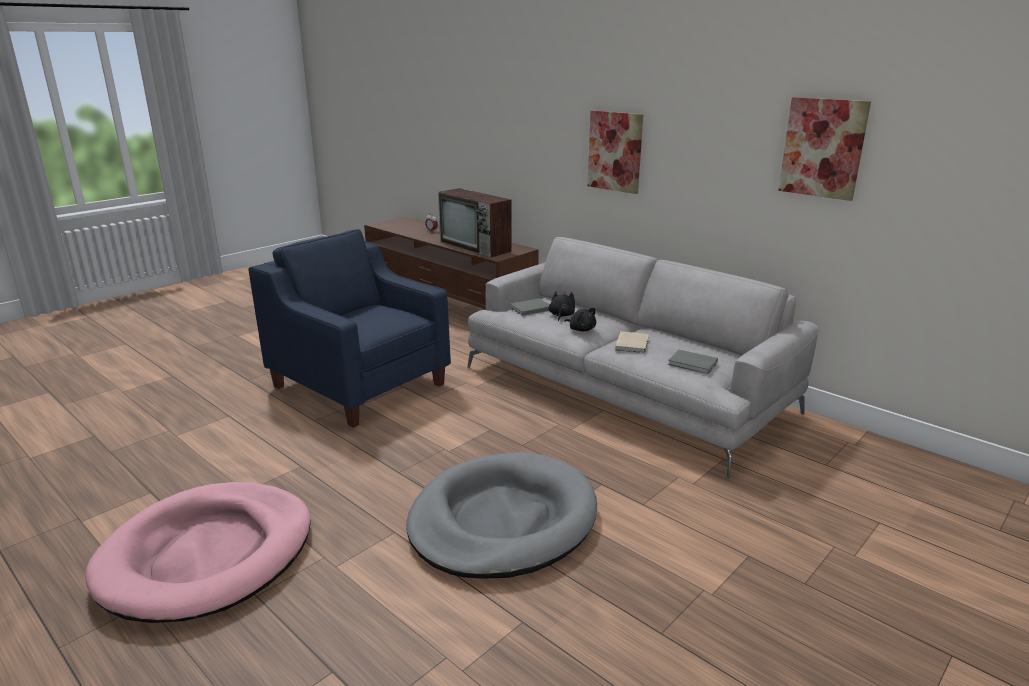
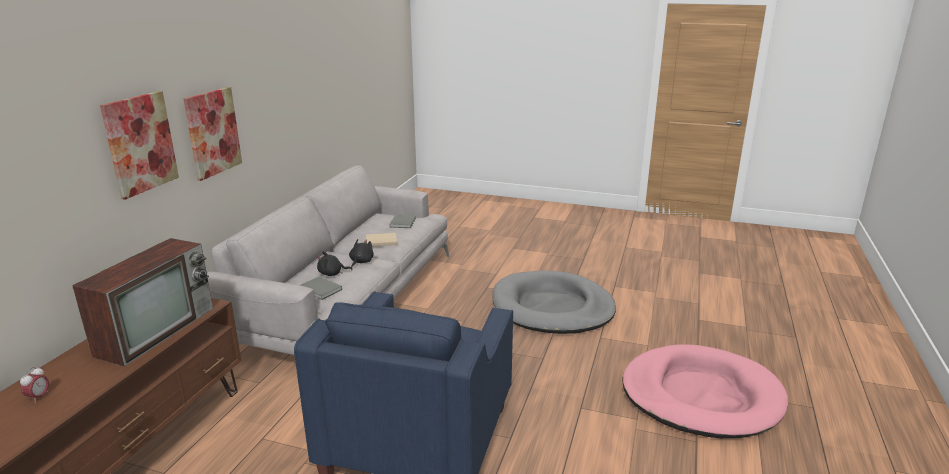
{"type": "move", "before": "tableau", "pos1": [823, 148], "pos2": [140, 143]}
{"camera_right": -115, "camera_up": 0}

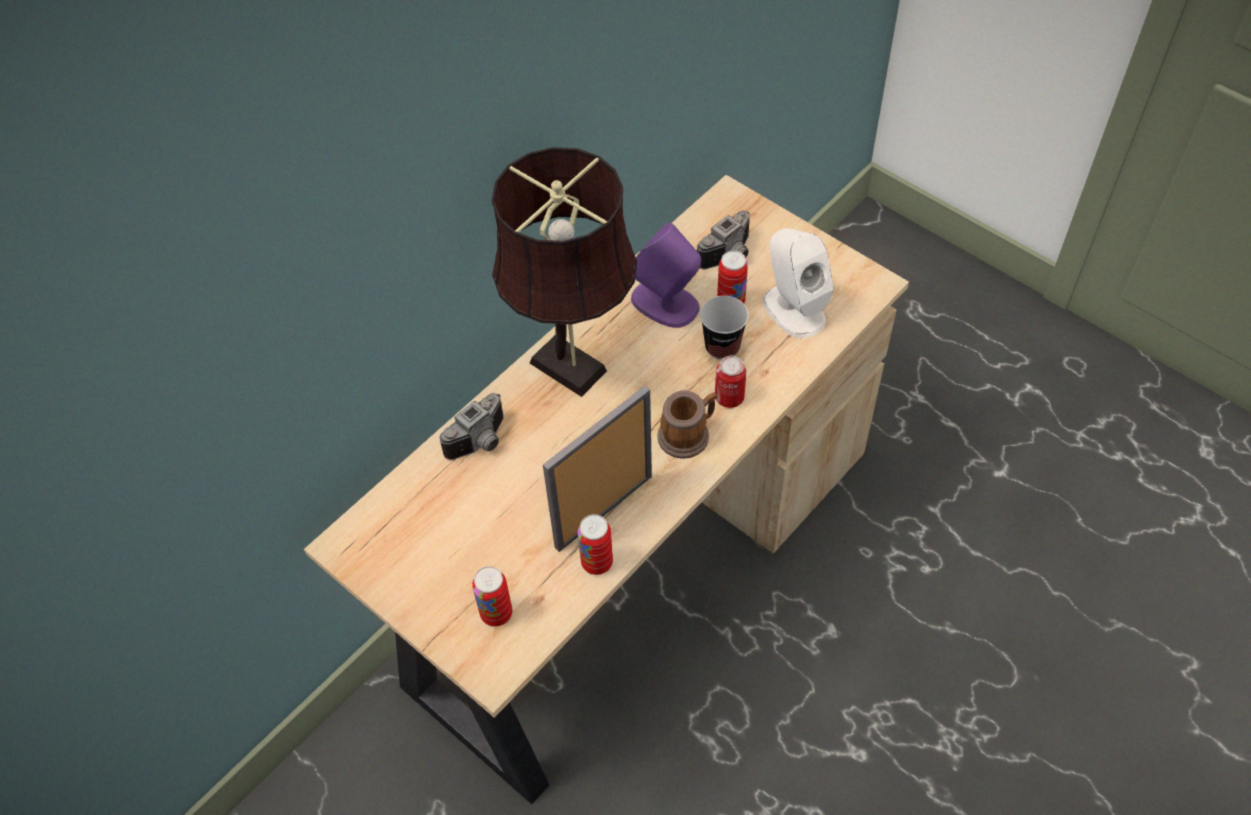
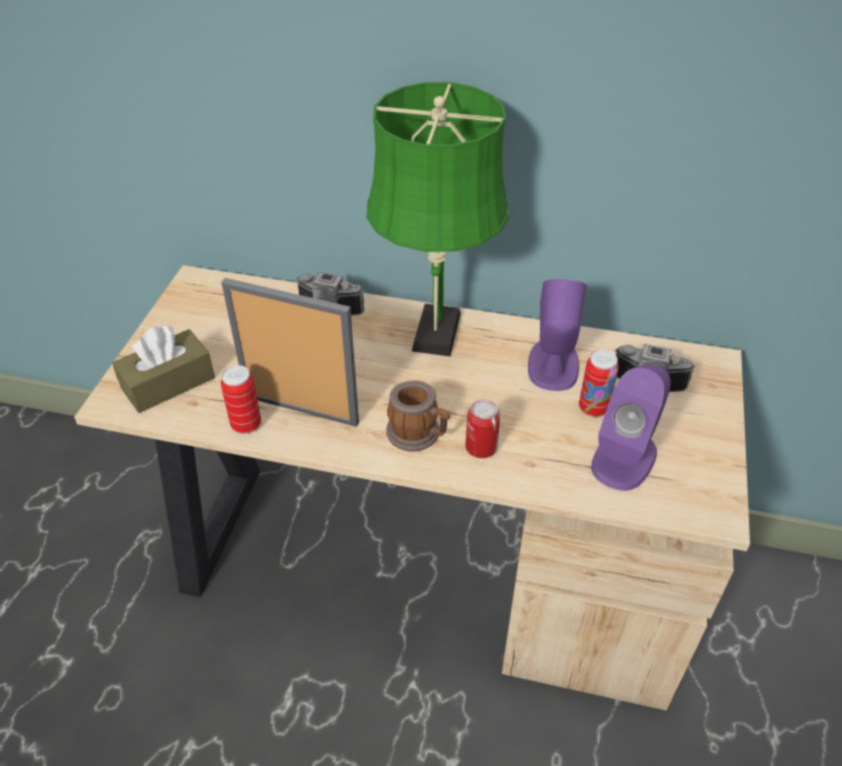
{"type": "replace", "before": "boîte métallique", "after": "boîte à mouchoirs (marron)", "pos1": [496, 613], "pos2": [168, 383]}
{"type": "recolor", "before": "lampe de table (marron)", "after": "lampe de table (vert)", "pos1": [574, 371], "pos2": [435, 337]}
{"type": "delete", "before": "tasse", "pos1": [722, 347]}
{"type": "recolor", "before": "enceinte (blanc)", "after": "enceinte (violet)", "pos1": [793, 309], "pos2": [624, 458]}
{"camera_right": 60, "camera_up": -10}

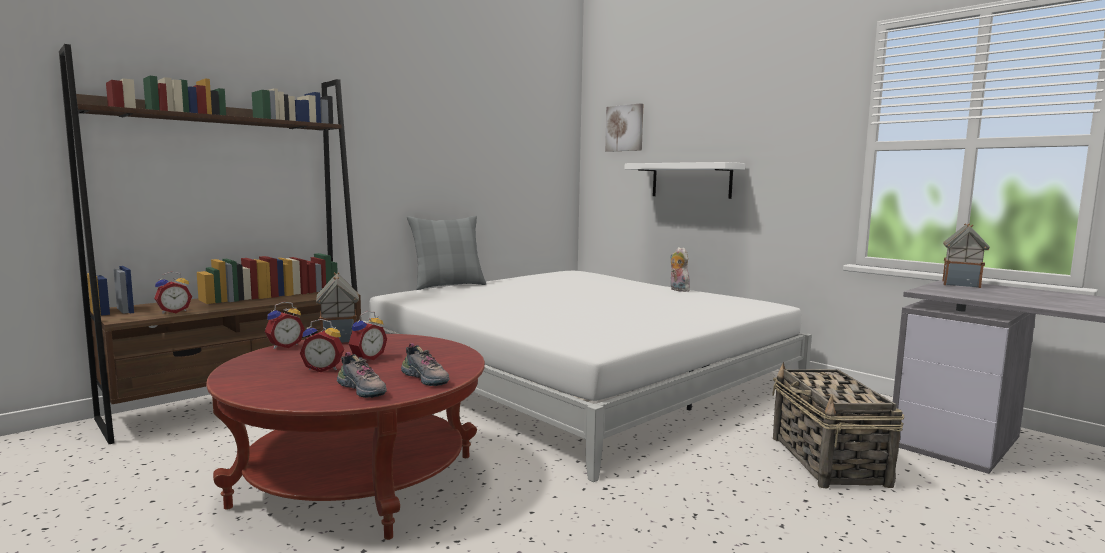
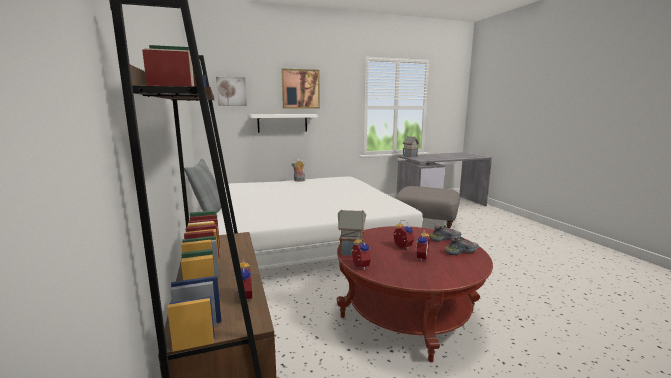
{"type": "replace", "before": "panier", "after": "pouf (gris)", "pos1": [828, 461], "pos2": [426, 224]}
{"type": "insert", "after": "tableau", "pos2": [300, 89]}
{"camera_right": -65, "camera_up": 5}

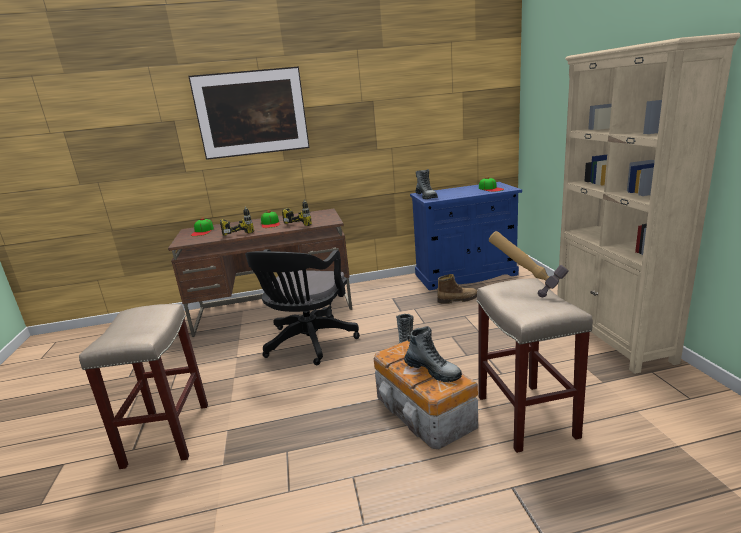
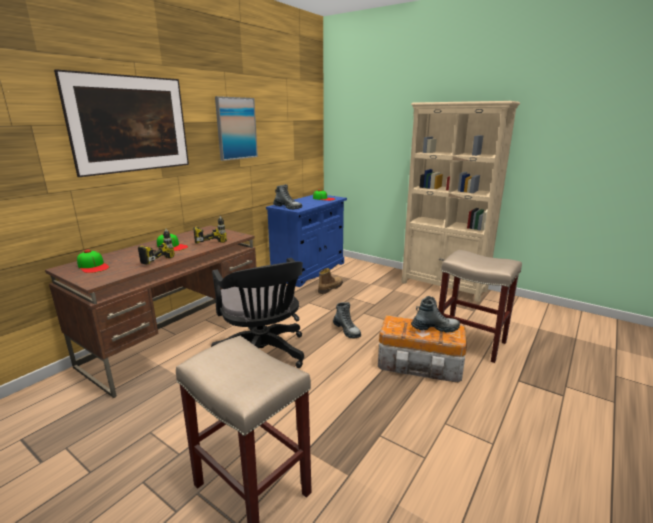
{"type": "delete", "before": "marteau", "pos1": [526, 289]}
{"type": "insert", "after": "tableau", "pos2": [236, 128]}
{"camera_right": -45, "camera_up": 0}

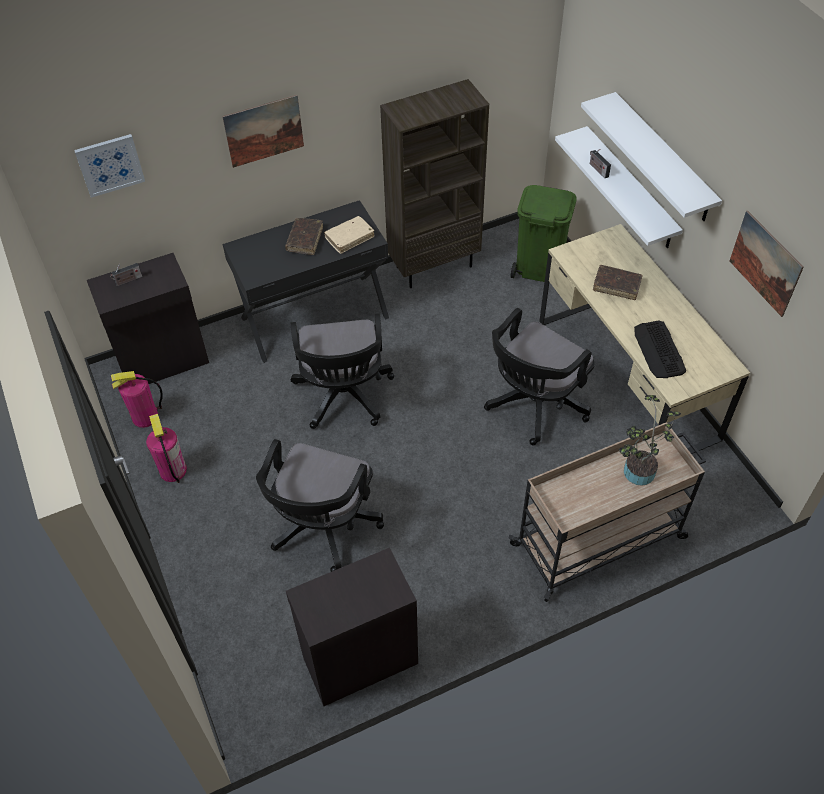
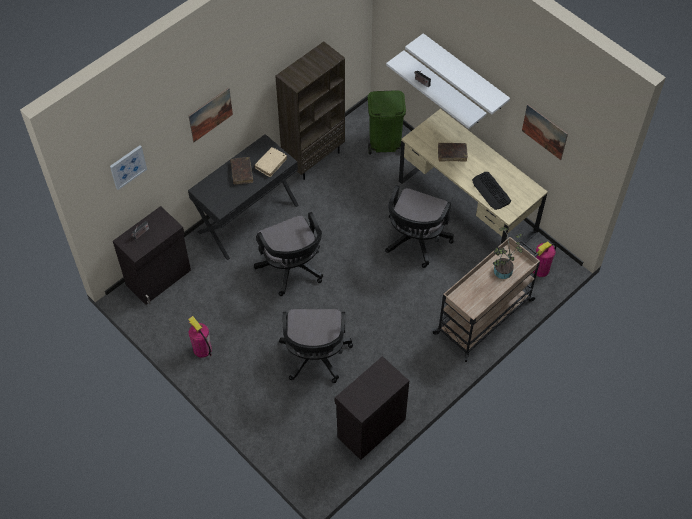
{"type": "move", "before": "extincteur", "pos1": [145, 417], "pos2": [540, 269]}
{"camera_right": -20, "camera_up": 5}

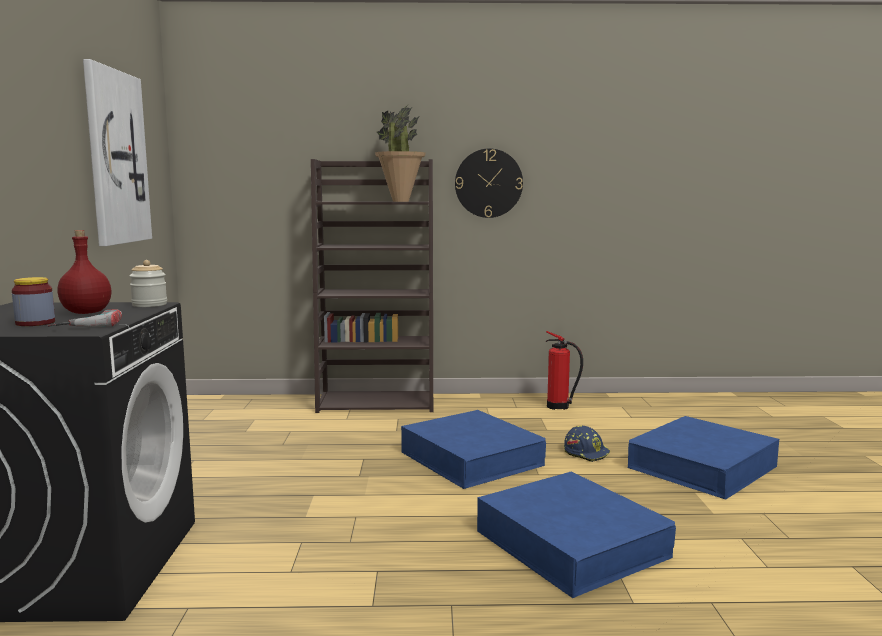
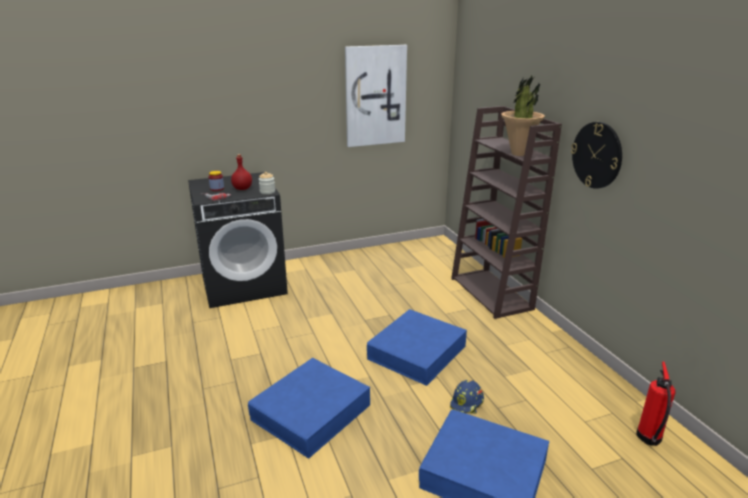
{"type": "move", "before": "extincteur", "pos1": [559, 407], "pos2": [648, 438]}
{"camera_right": 70, "camera_up": 15}

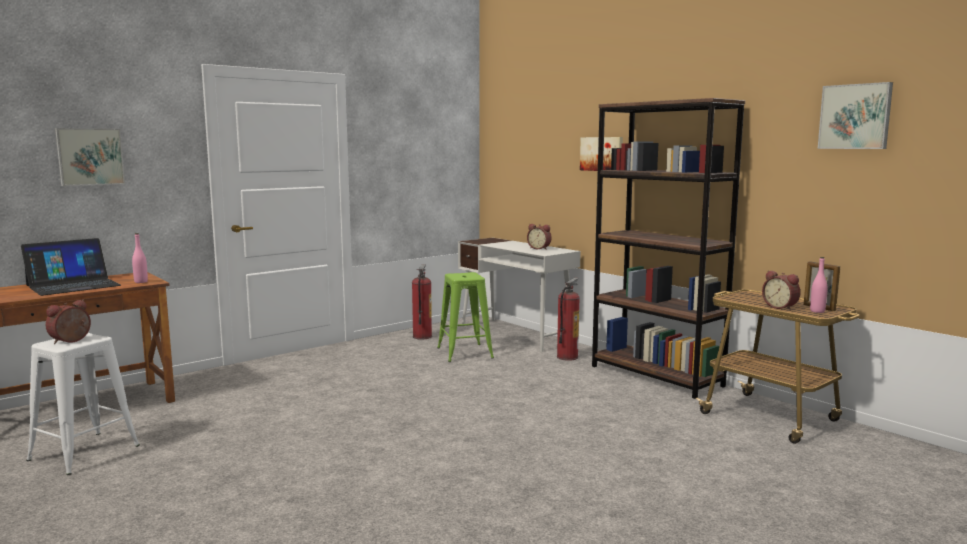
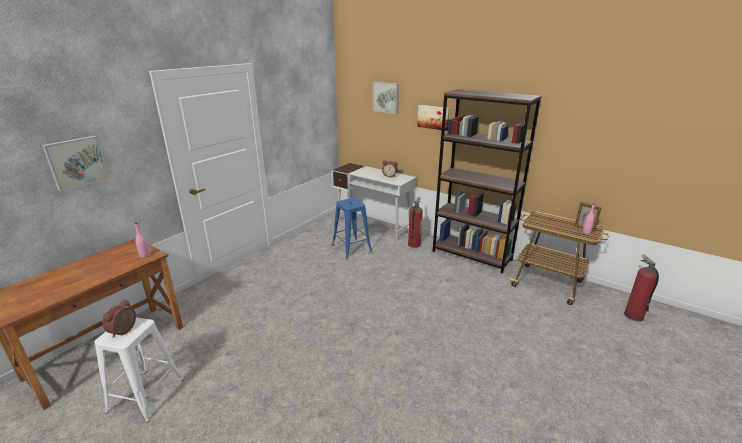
{"type": "delete", "before": "ordinateur portable", "pos1": [73, 285]}
{"type": "move", "before": "extincteur", "pos1": [422, 336], "pos2": [633, 315]}
{"type": "recolor", "before": "tabouret (vert)", "after": "tabouret (bleu)", "pos1": [465, 353], "pos2": [351, 248]}
{"type": "delete", "before": "réveil", "pos1": [781, 307]}
{"type": "move", "before": "tableau", "pos1": [855, 116], "pos2": [386, 97]}
{"camera_right": -15, "camera_up": 15}

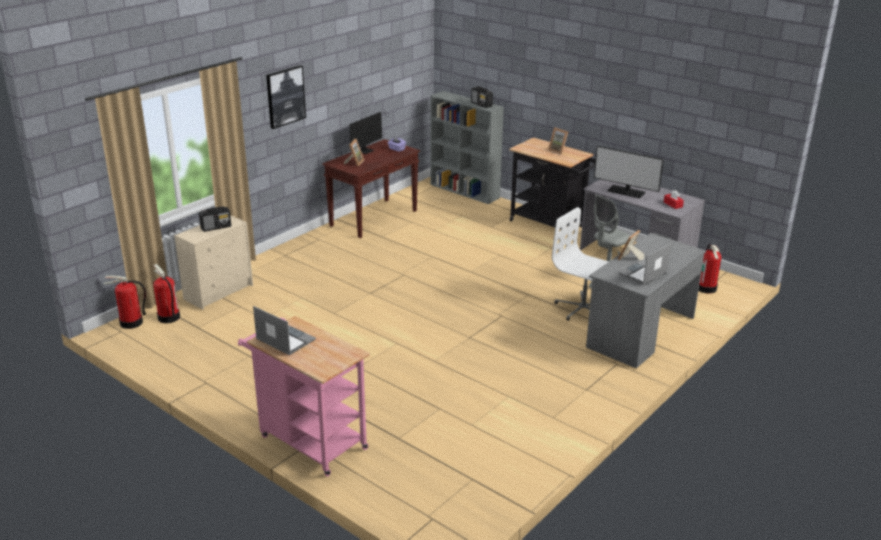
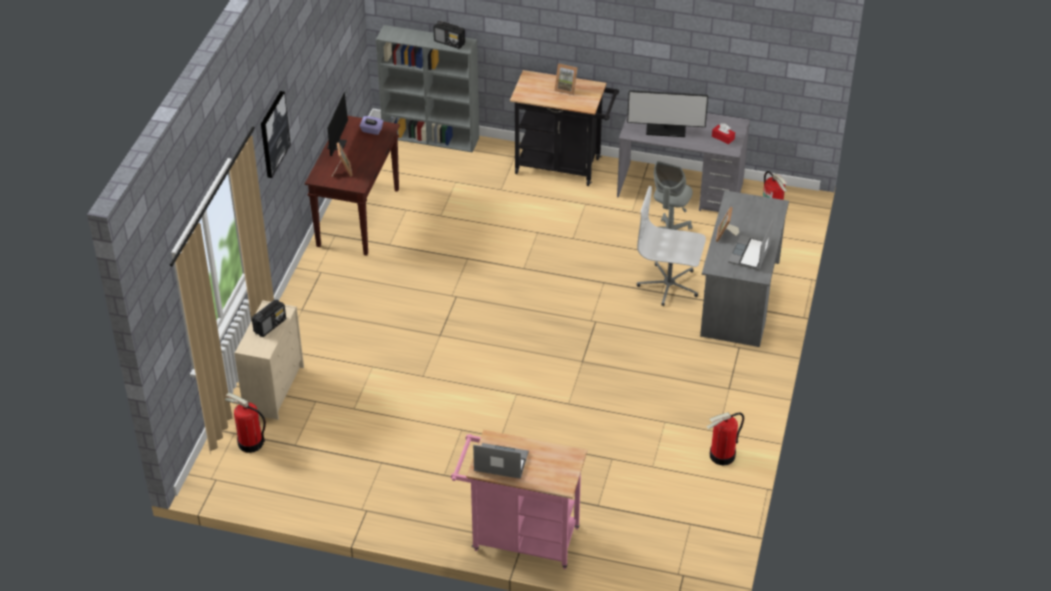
{"type": "move", "before": "extincteur", "pos1": [131, 323], "pos2": [722, 456]}
{"camera_right": -25, "camera_up": 15}

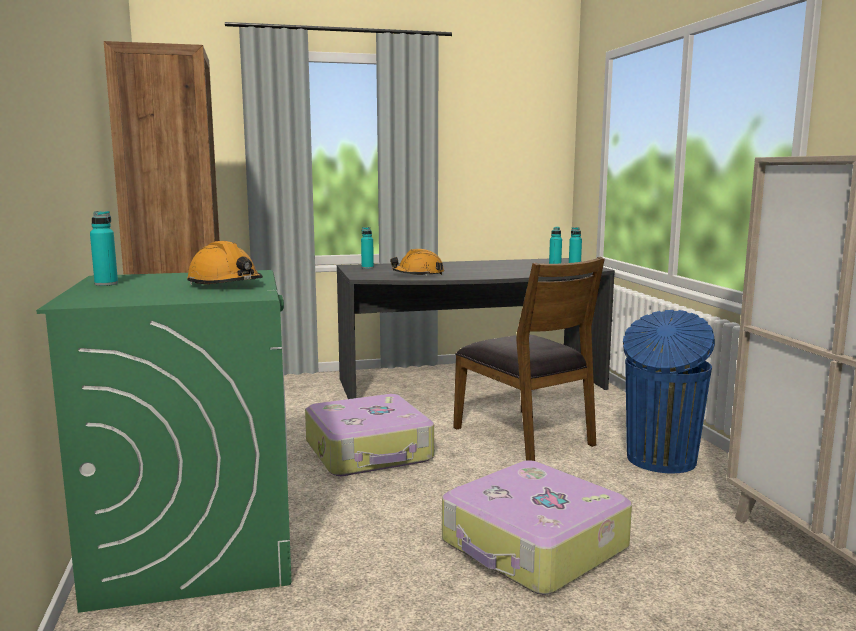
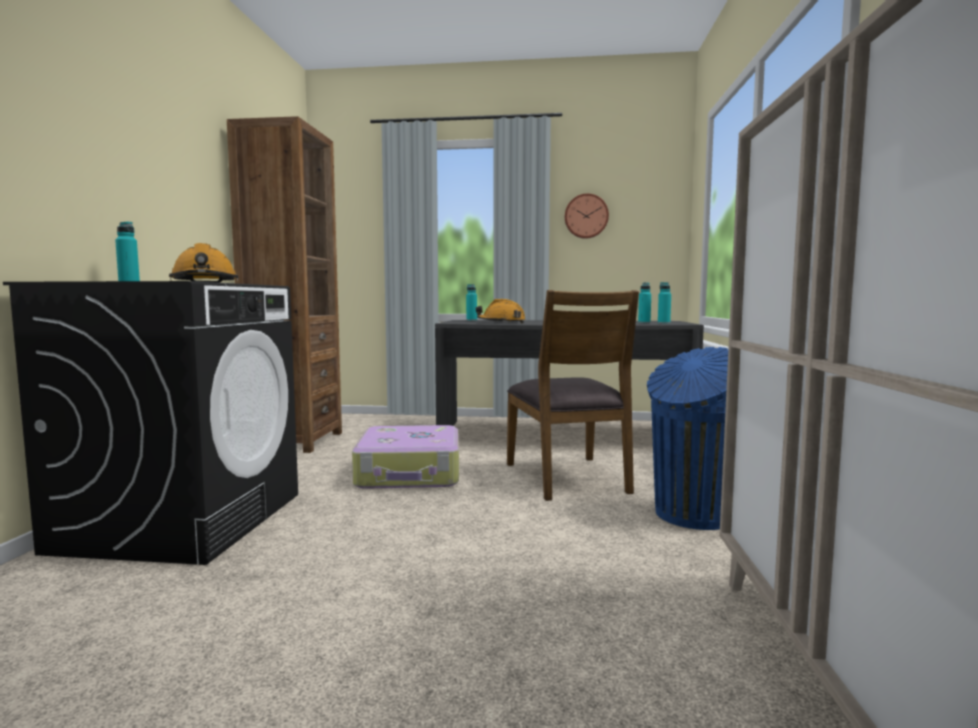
{"type": "recolor", "before": "lave-linge (vert)", "after": "lave-linge (noir)", "pos1": [195, 544], "pos2": [184, 521]}
{"type": "delete", "before": "valise", "pos1": [534, 546]}
{"type": "insert", "after": "horloge murale", "pos2": [586, 216]}
{"camera_right": 20, "camera_up": -5}

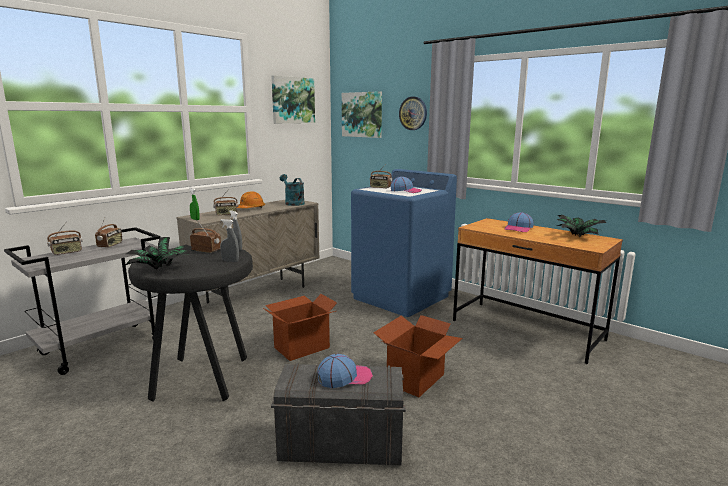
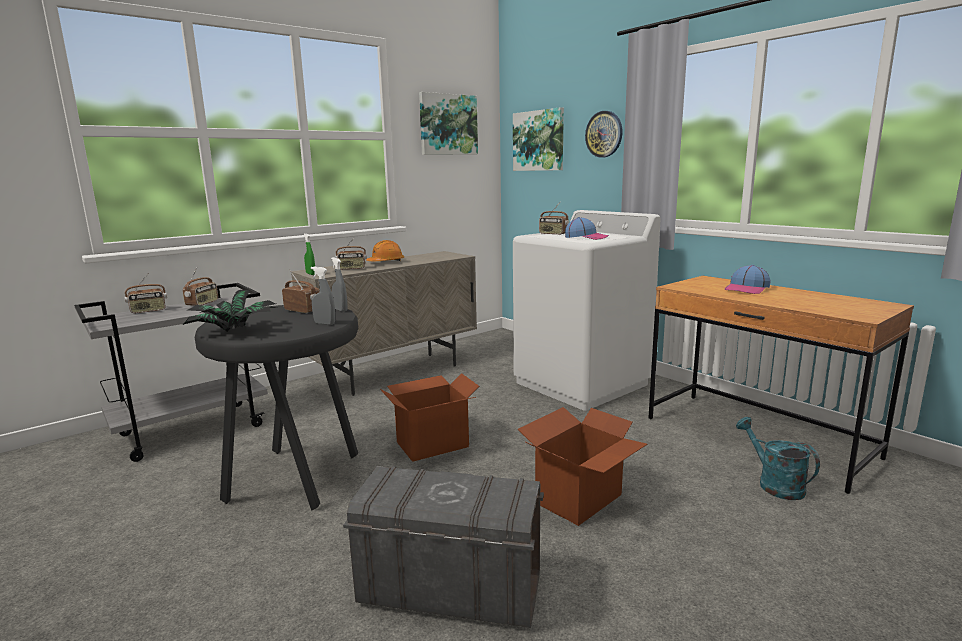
{"type": "move", "before": "arrosoir (turquoise)", "pos1": [292, 203], "pos2": [774, 484]}
{"type": "delete", "before": "casquette", "pos1": [344, 377]}
{"type": "recolor", "before": "lave-linge (bleu)", "after": "lave-linge (blanc)", "pos1": [401, 297], "pos2": [581, 383]}
{"type": "delete", "before": "plante en pot", "pos1": [578, 236]}
{"camera_right": 10, "camera_up": 0}

